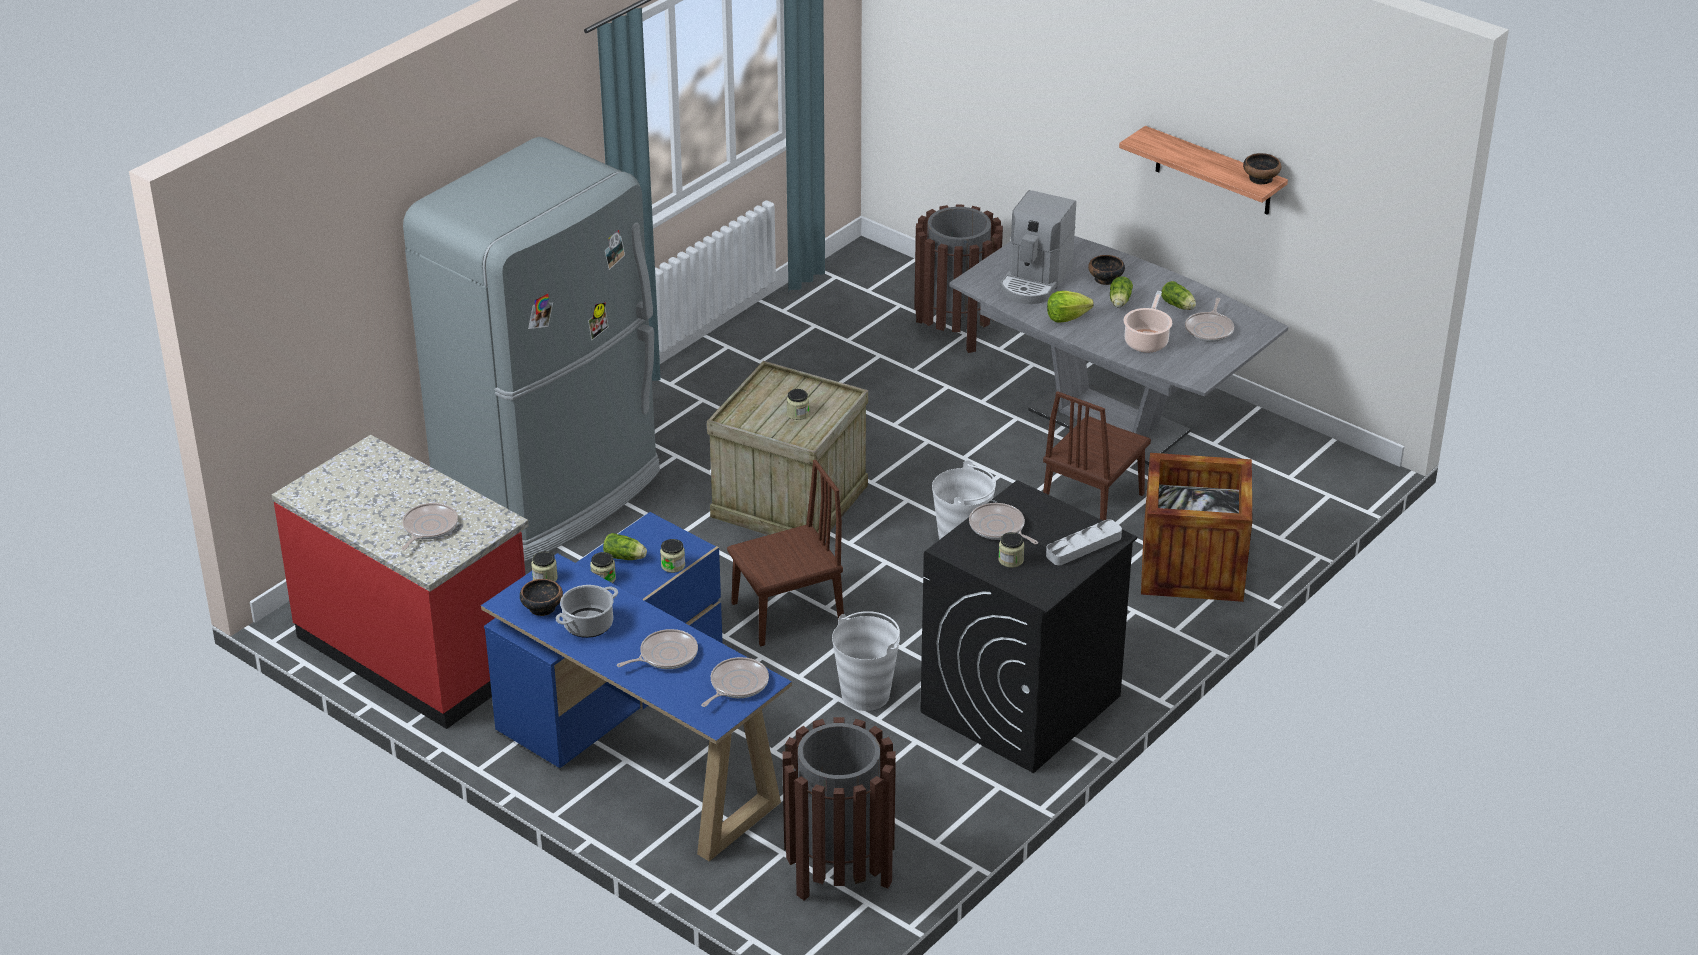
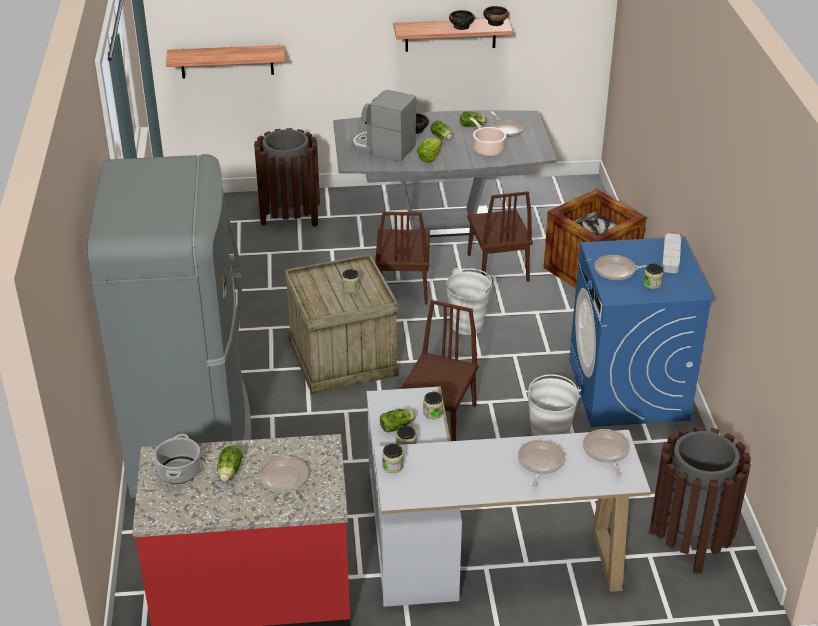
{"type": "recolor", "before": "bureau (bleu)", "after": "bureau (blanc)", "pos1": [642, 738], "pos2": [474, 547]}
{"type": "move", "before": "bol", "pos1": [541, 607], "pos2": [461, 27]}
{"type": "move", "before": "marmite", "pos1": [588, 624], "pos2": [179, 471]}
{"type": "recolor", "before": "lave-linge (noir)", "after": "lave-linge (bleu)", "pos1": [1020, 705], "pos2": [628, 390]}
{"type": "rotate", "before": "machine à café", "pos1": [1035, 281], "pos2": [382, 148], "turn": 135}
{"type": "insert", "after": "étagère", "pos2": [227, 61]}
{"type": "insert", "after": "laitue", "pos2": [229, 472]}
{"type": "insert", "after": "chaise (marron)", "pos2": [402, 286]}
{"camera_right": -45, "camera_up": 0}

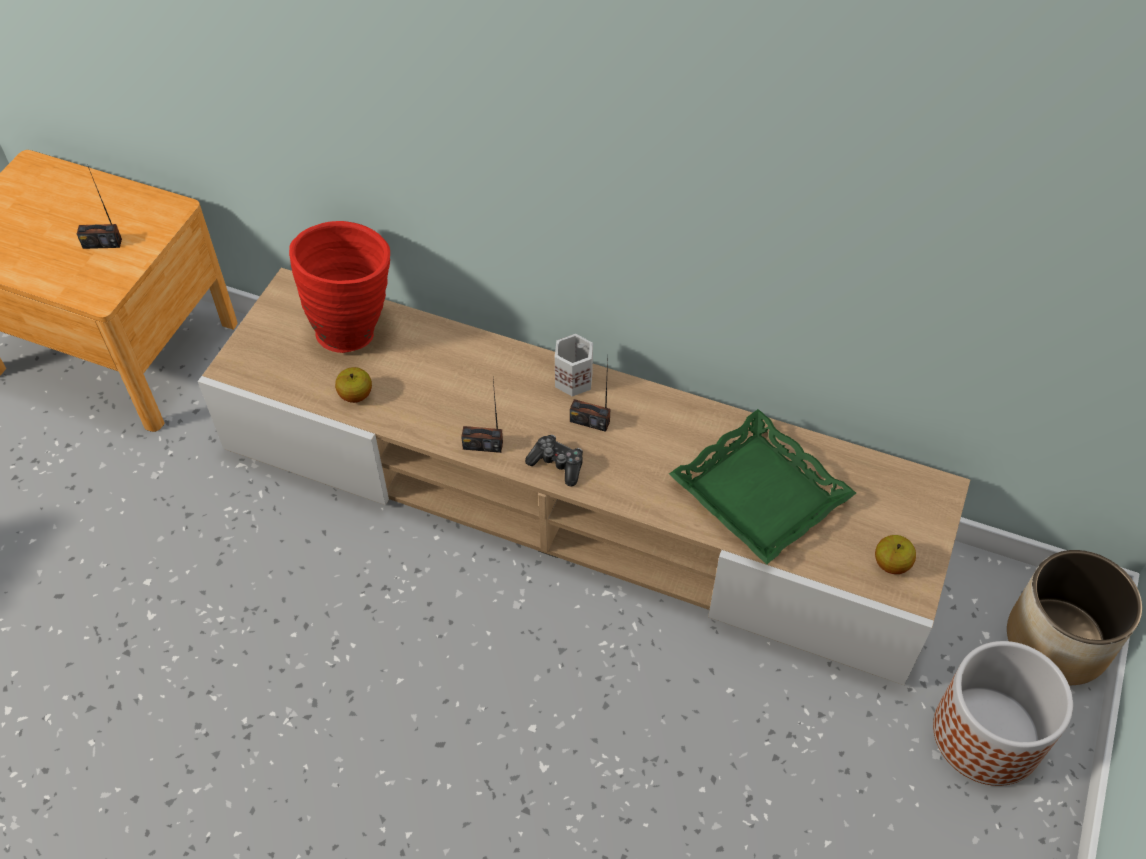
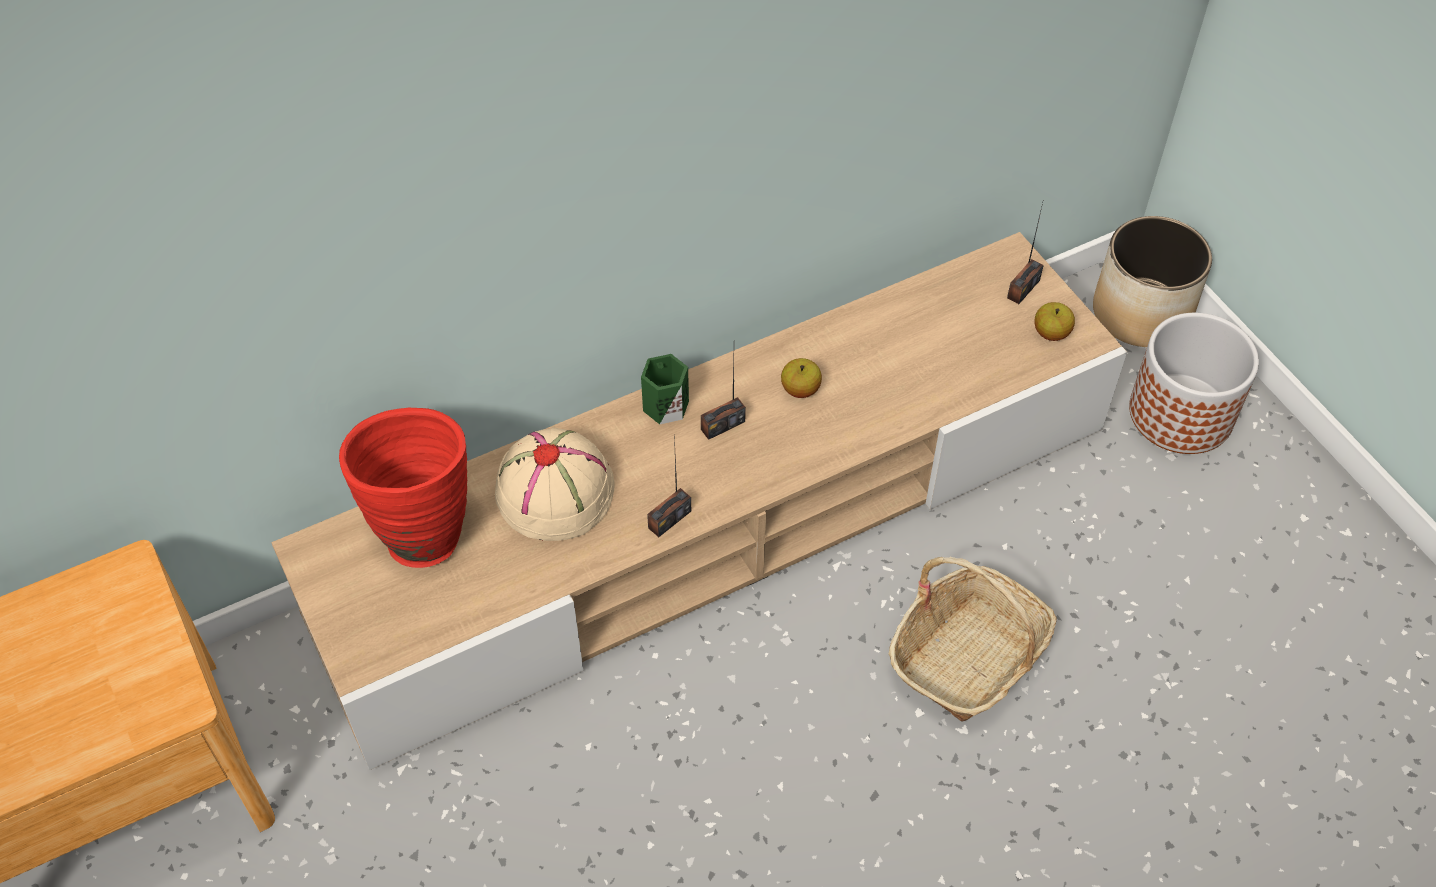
{"type": "move", "before": "radio", "pos1": [102, 243], "pos2": [1023, 289]}
{"type": "move", "before": "pomme", "pos1": [355, 395], "pos2": [800, 389]}
{"type": "delete", "before": "manette", "pos1": [557, 464]}
{"type": "recolor", "before": "mug (blanc)", "after": "mug (vert)", "pos1": [573, 378], "pos2": [664, 404]}
{"type": "delete", "before": "plateau (vert)", "pos1": [758, 494]}
{"type": "insert", "after": "chapeau (beige)", "pos2": [555, 490]}
{"type": "insert", "after": "panier", "pos2": [968, 656]}
{"camera_right": -50, "camera_up": 0}

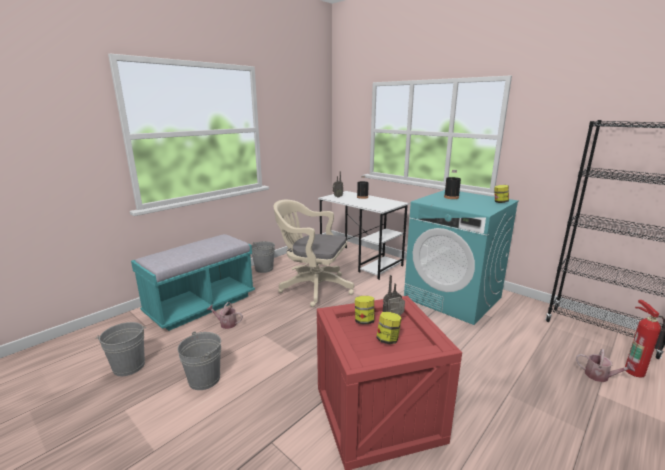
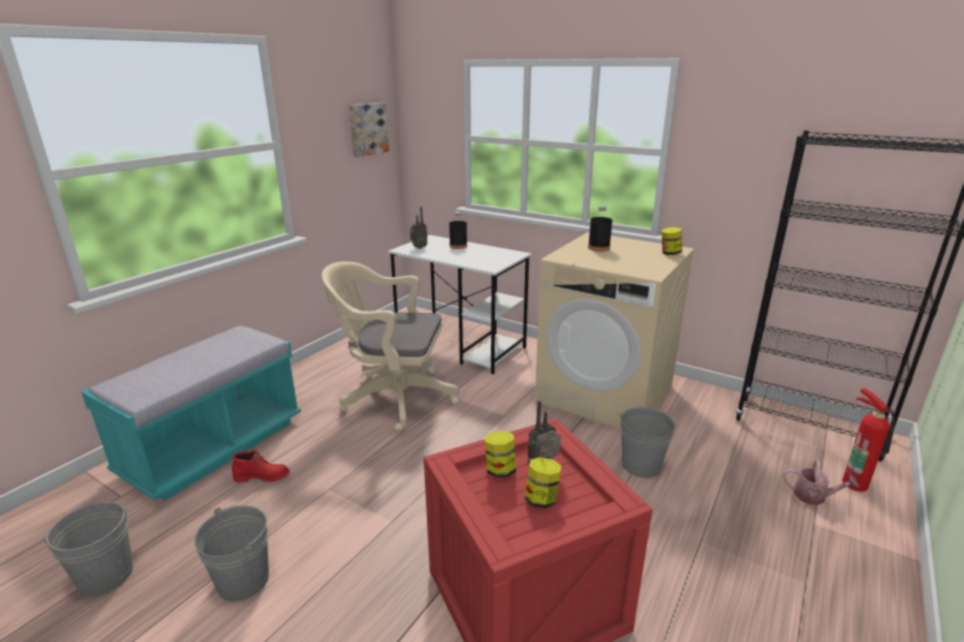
{"type": "replace", "before": "arrosoir", "after": "botte (rouge)", "pos1": [226, 323], "pos2": [262, 476]}
{"type": "move", "before": "seau (gris)", "pos1": [264, 269], "pos2": [641, 465]}
{"type": "recolor", "before": "lave-linge (turquoise)", "after": "lave-linge (beige)", "pos1": [453, 298], "pos2": [605, 395]}
{"type": "insert", "after": "tableau", "pos2": [367, 129]}
{"camera_right": -10, "camera_up": 5}

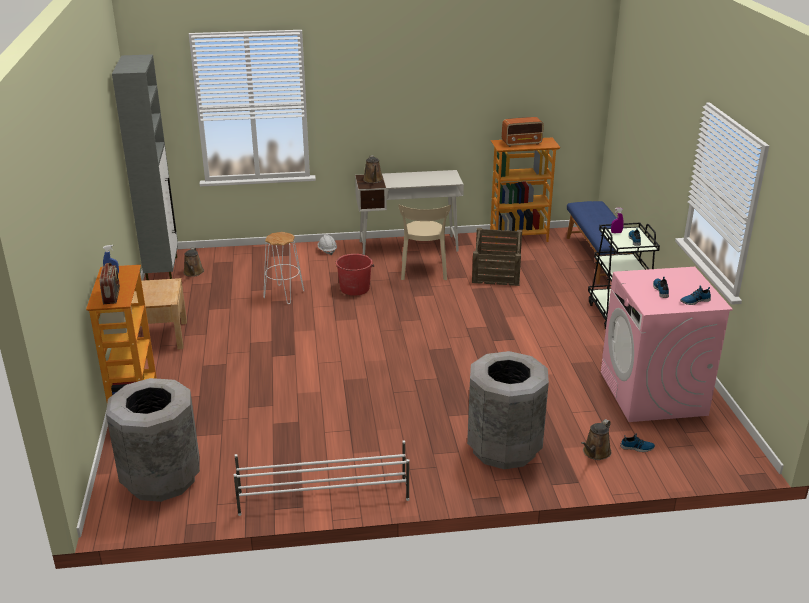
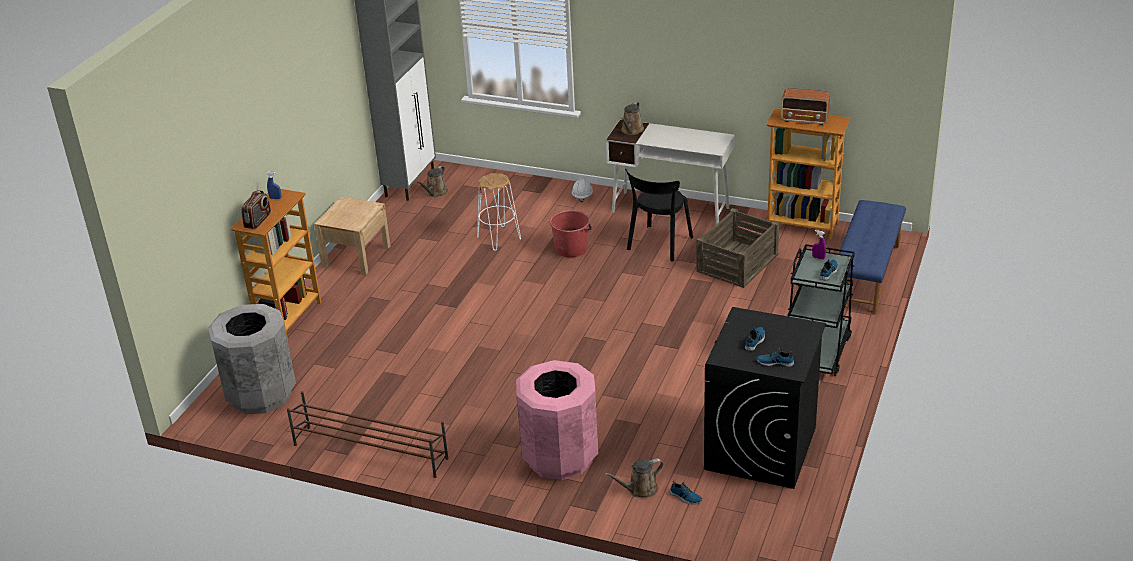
{"type": "recolor", "before": "étagère à chaussures (blanc)", "after": "étagère à chaussures (marron)", "pos1": [322, 496], "pos2": [370, 451]}
{"type": "recolor", "before": "chaise (beige)", "after": "chaise (noir)", "pos1": [423, 271], "pos2": [658, 245]}
{"type": "recolor", "before": "poubelle (gris)", "after": "poubelle (rose)", "pos1": [503, 448], "pos2": [559, 457]}
{"type": "recolor", "before": "lave-linge (rose)", "after": "lave-linge (noir)", "pos1": [653, 394], "pos2": [760, 449]}
{"camera_right": 30, "camera_up": 5}

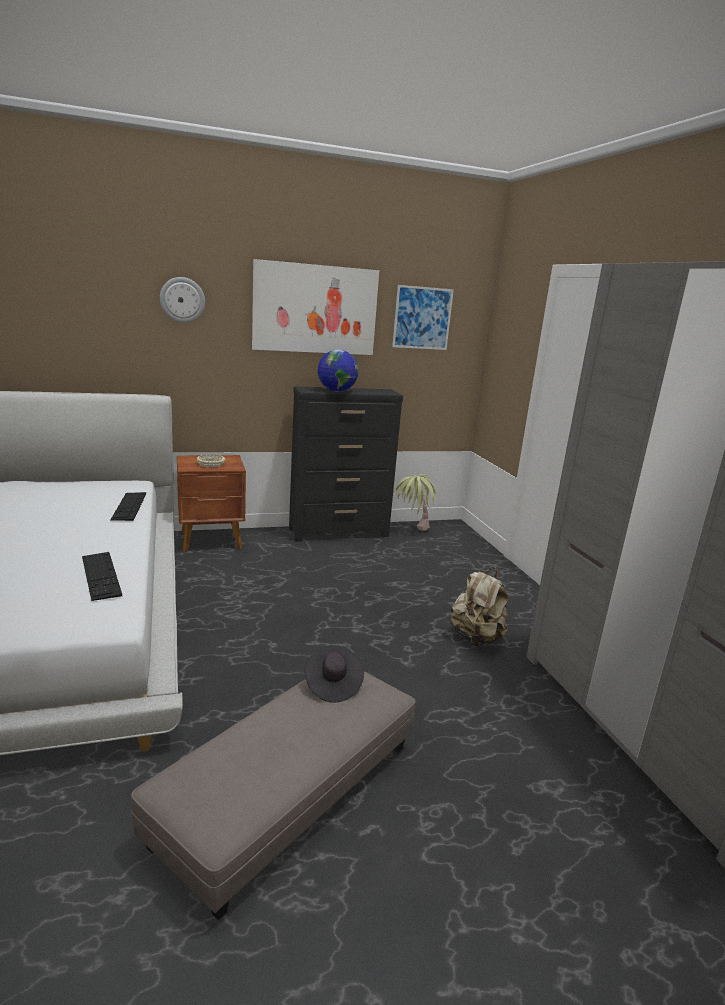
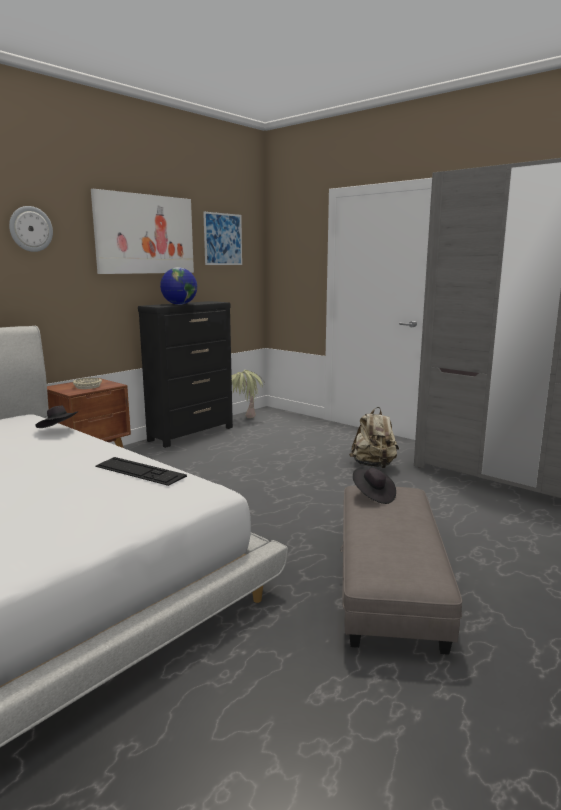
{"type": "replace", "before": "clavier", "after": "chapeau (noir)", "pos1": [129, 506], "pos2": [59, 430]}
{"camera_right": -30, "camera_up": -5}

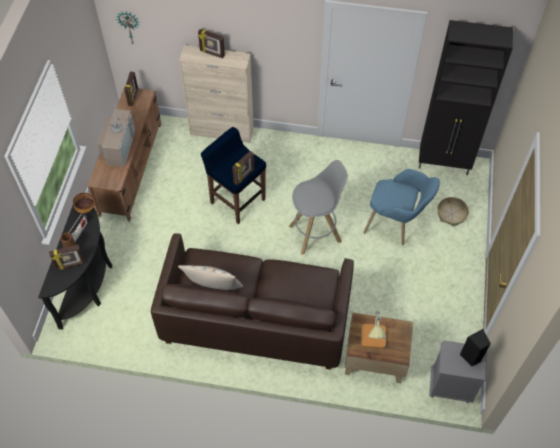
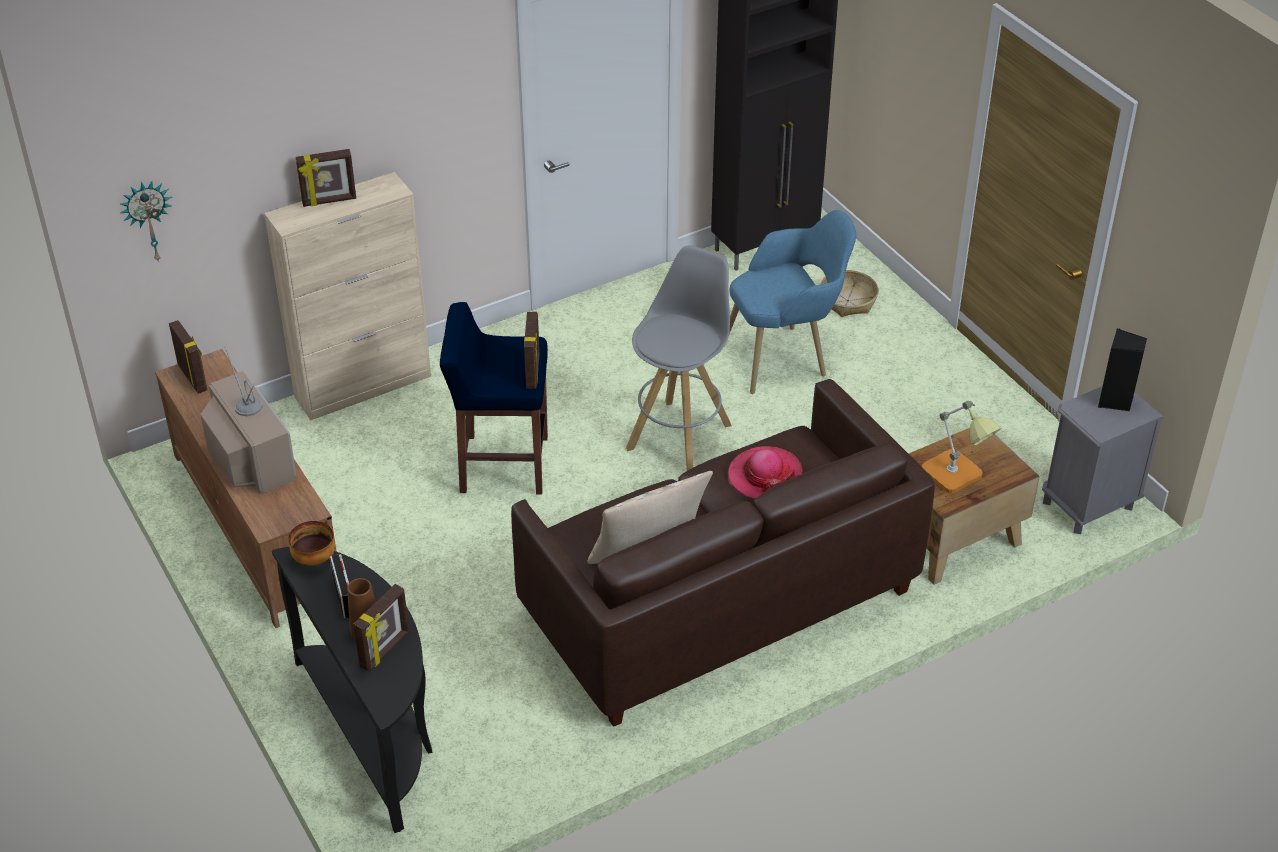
{"type": "insert", "after": "chapeau", "pos2": [764, 475]}
{"camera_right": -40, "camera_up": -15}

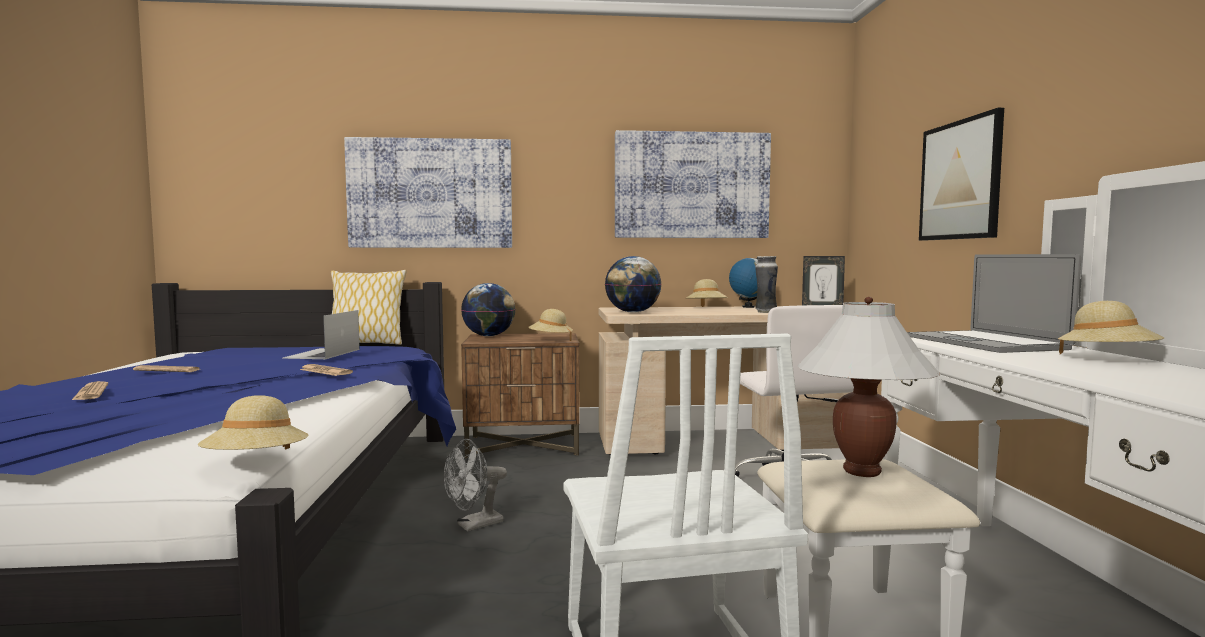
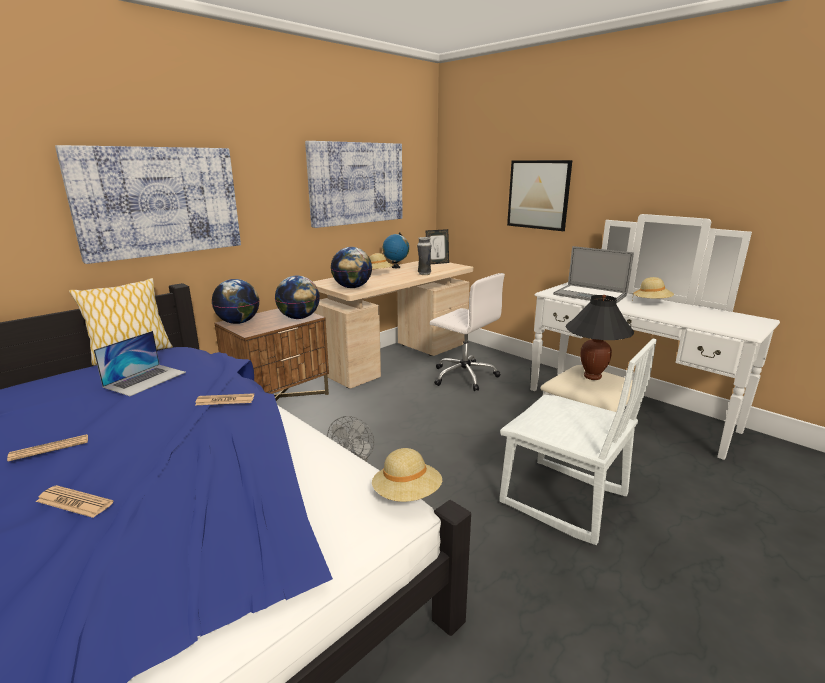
{"type": "rotate", "before": "ordinateur portable", "pos1": [322, 353], "pos2": [145, 379], "turn": -120}
{"type": "replace", "before": "chapeau (beige)", "after": "globe", "pos1": [550, 340], "pos2": [299, 318]}
{"type": "recolor", "before": "lampe de table (blanc)", "after": "lampe de table (noir)", "pos1": [862, 471], "pos2": [592, 376]}
{"camera_right": -40, "camera_up": 15}

